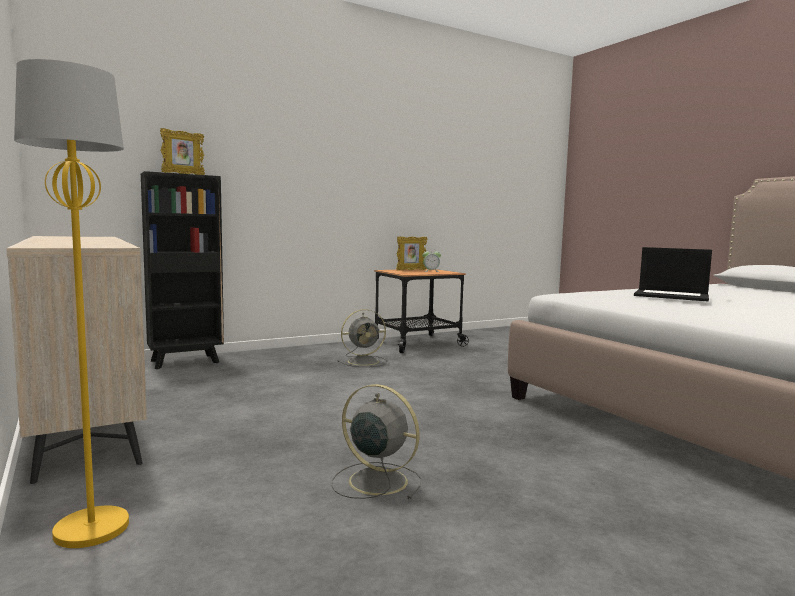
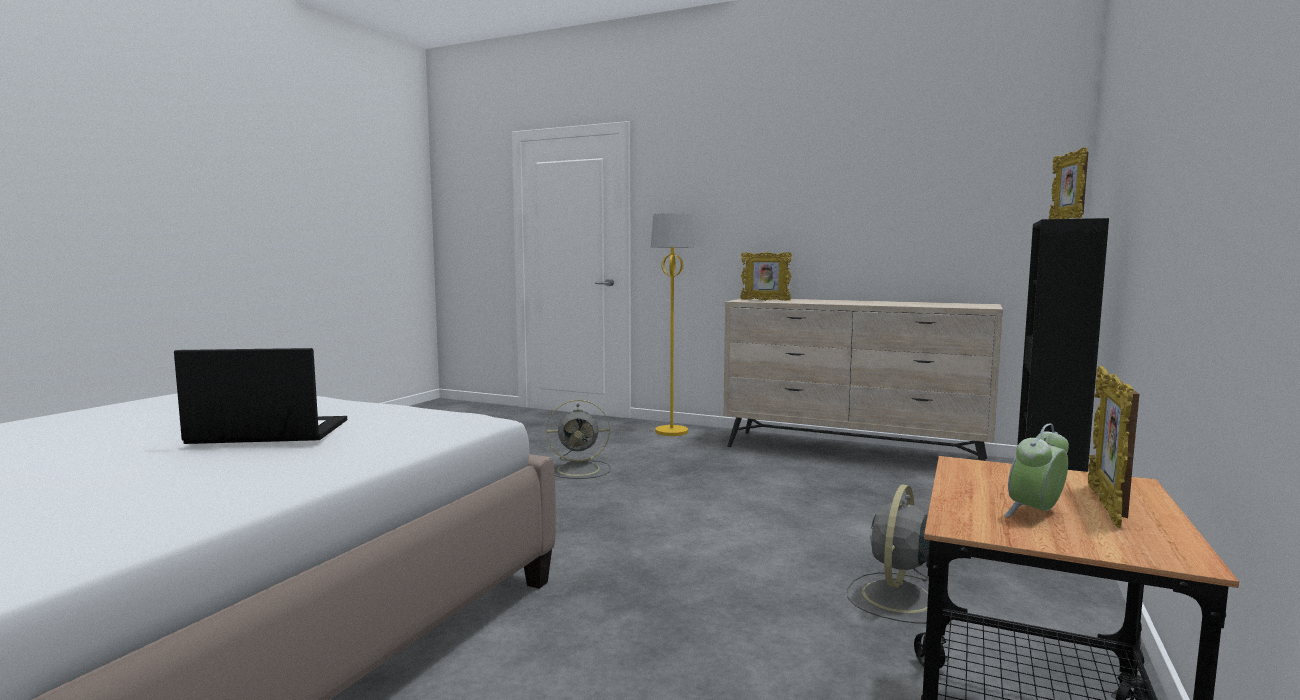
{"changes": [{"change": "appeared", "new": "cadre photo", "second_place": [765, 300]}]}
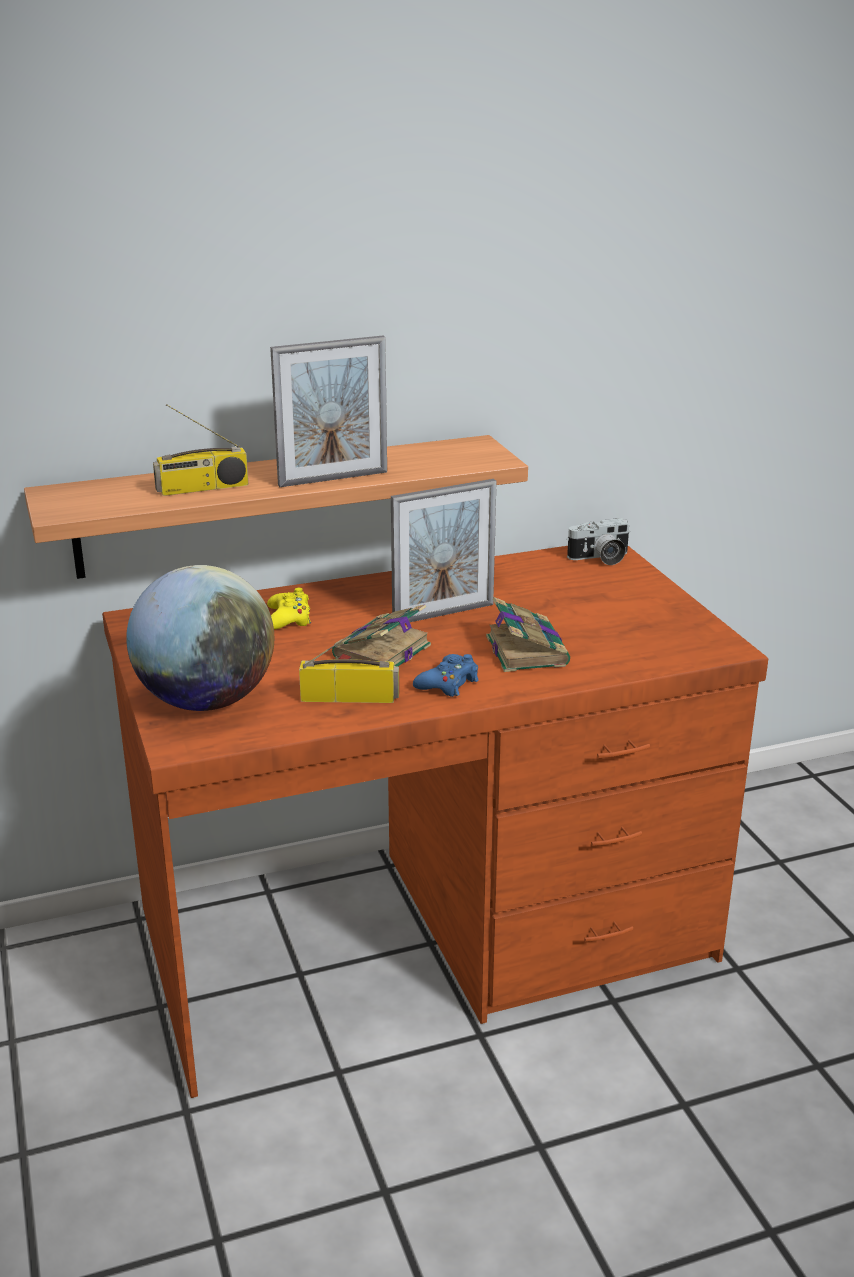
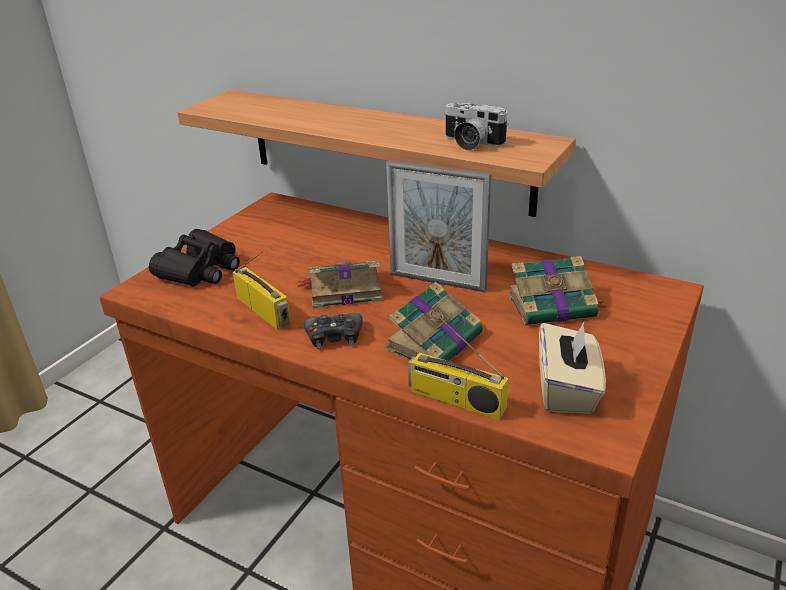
{"changes": [{"change": "missing", "old": "manette [jaune]", "first_place": [289, 618]}, {"change": "missing", "old": "cadre photo", "first_place": [333, 478]}, {"change": "appeared", "new": "livre", "second_place": [553, 306]}, {"change": "appeared", "new": "boîte à mouchoirs [beige]", "second_place": [567, 390]}, {"change": "relocated", "old": "radio", "first_place": [202, 488], "second_place": [455, 400]}, {"change": "relocated", "old": "appareil photo", "first_place": [600, 558], "second_place": [471, 143]}, {"change": "exchanged", "old": "globe", "new": "jumelles [noir]", "first_place": [206, 701], "second_place": [200, 270]}, {"change": "colour", "old": "manette [bleu]", "new": "manette [noir]", "first_place": [448, 683], "second_place": [334, 336]}]}
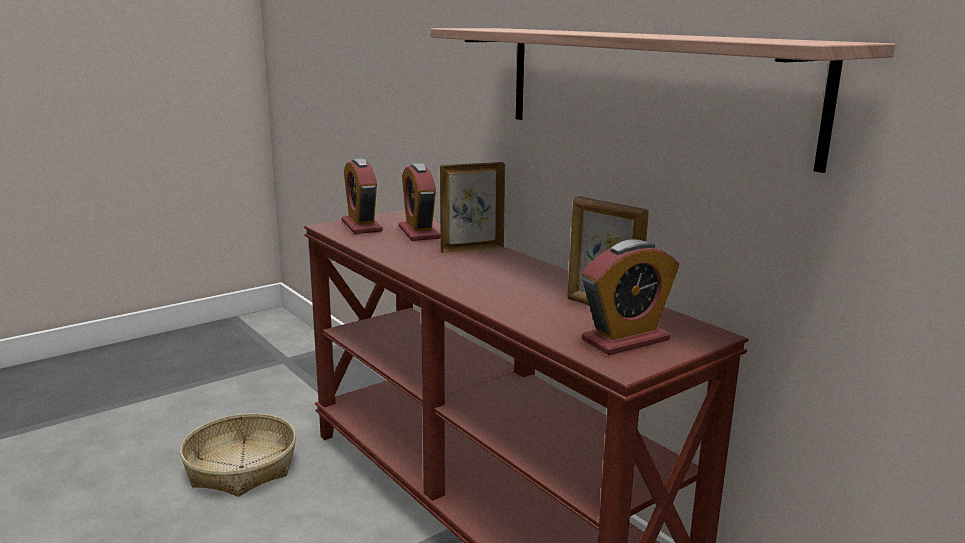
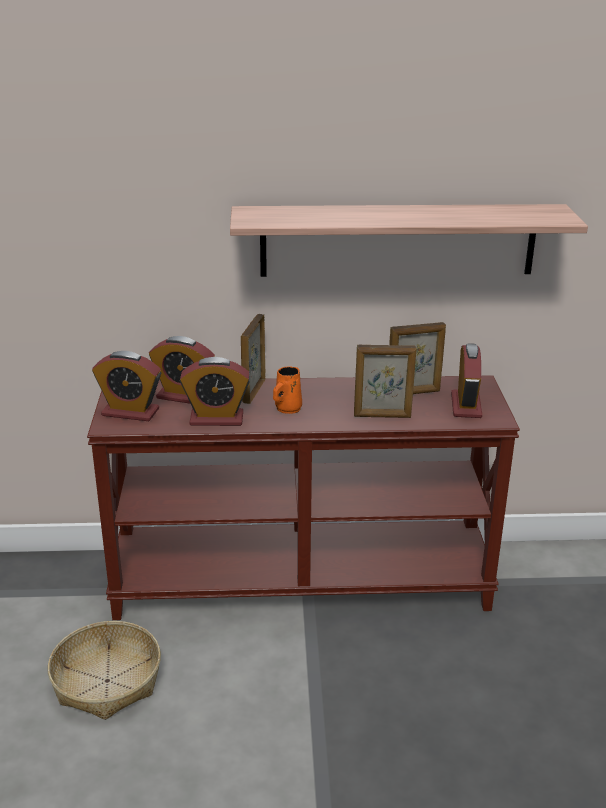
{"changes": [{"change": "appeared", "new": "réveil", "second_place": [216, 419]}, {"change": "appeared", "new": "mug [orange]", "second_place": [287, 409]}, {"change": "appeared", "new": "cadre photo", "second_place": [382, 416]}]}
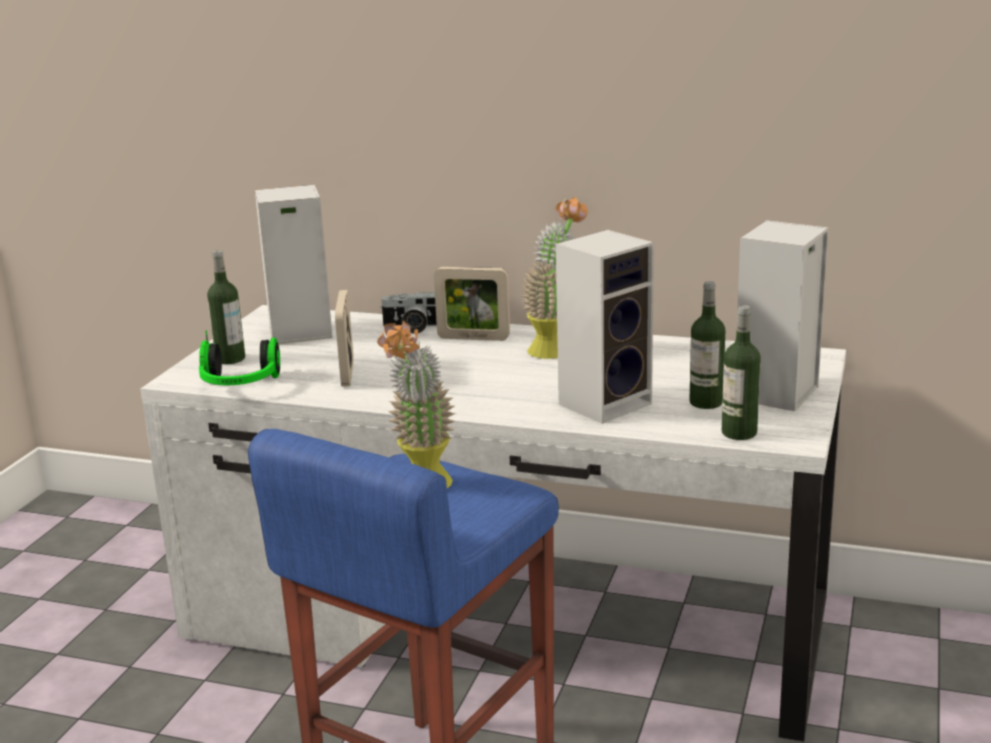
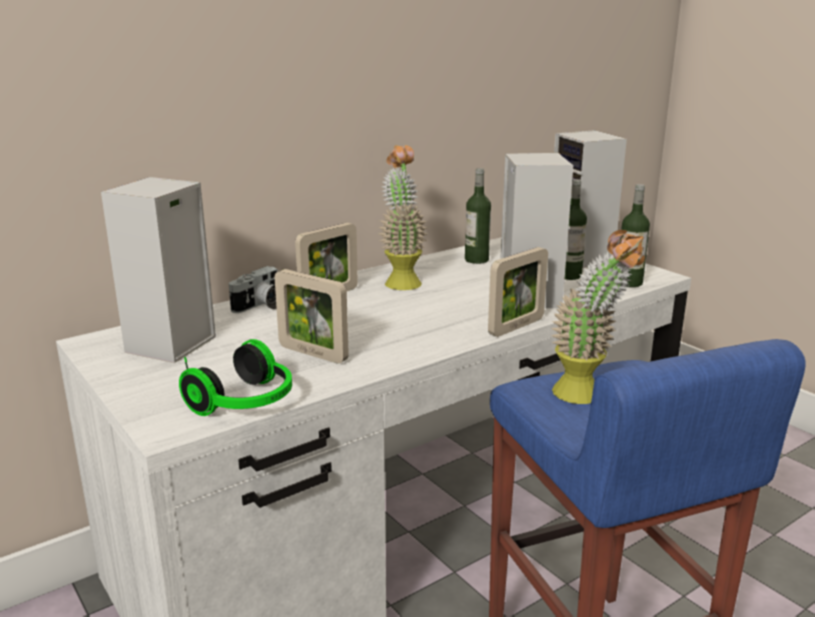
{"changes": [{"change": "appeared", "new": "cadre photo", "second_place": [516, 327]}, {"change": "relocated", "old": "bouteille", "first_place": [230, 359], "second_place": [476, 260]}]}
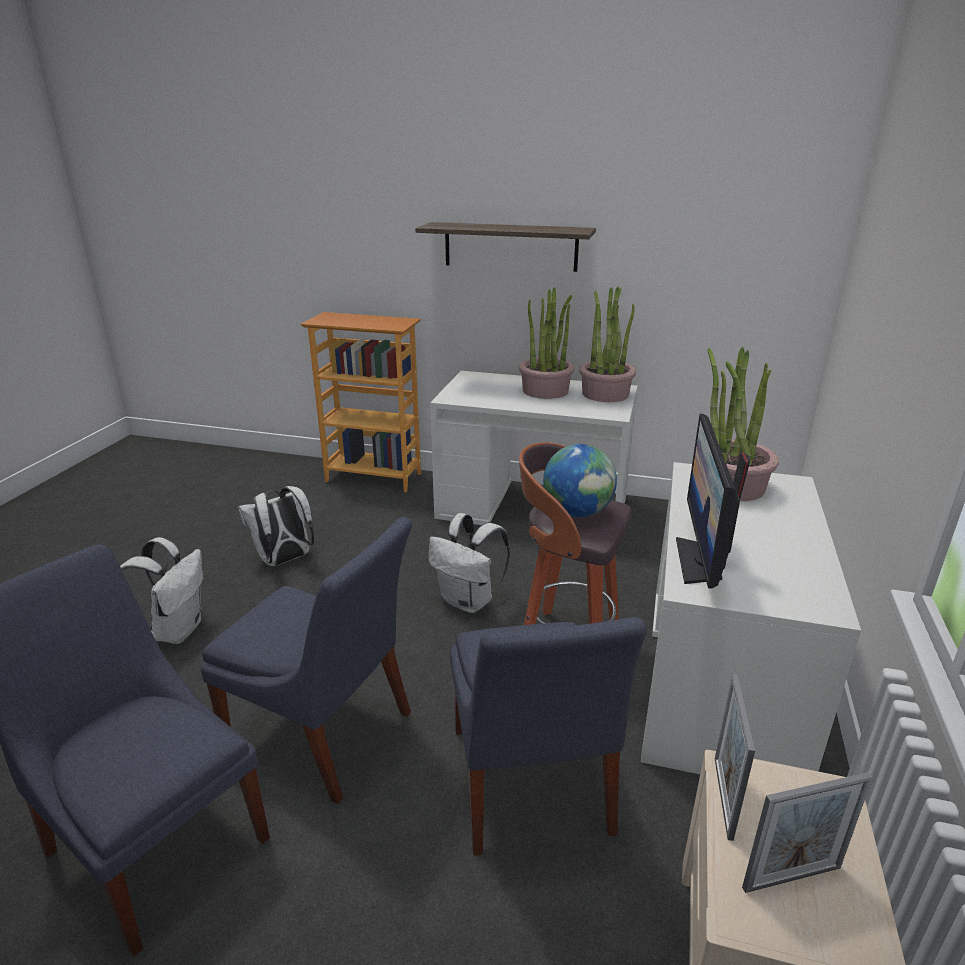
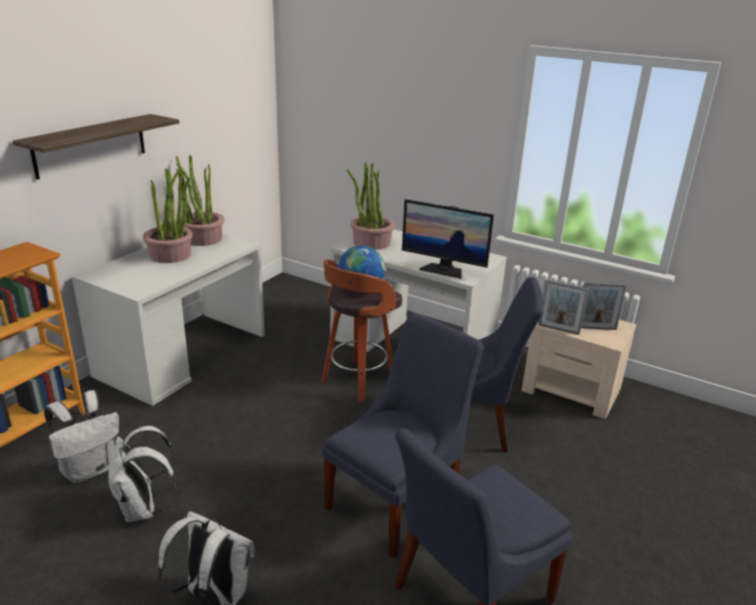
{"changes": [{"change": "relocated", "old": "sac à dos [blanc]", "first_place": [469, 601], "second_place": [89, 469]}, {"change": "spun", "old": "cadre photo", "first_place": [792, 878], "second_place": [595, 328], "degrees": 90}]}
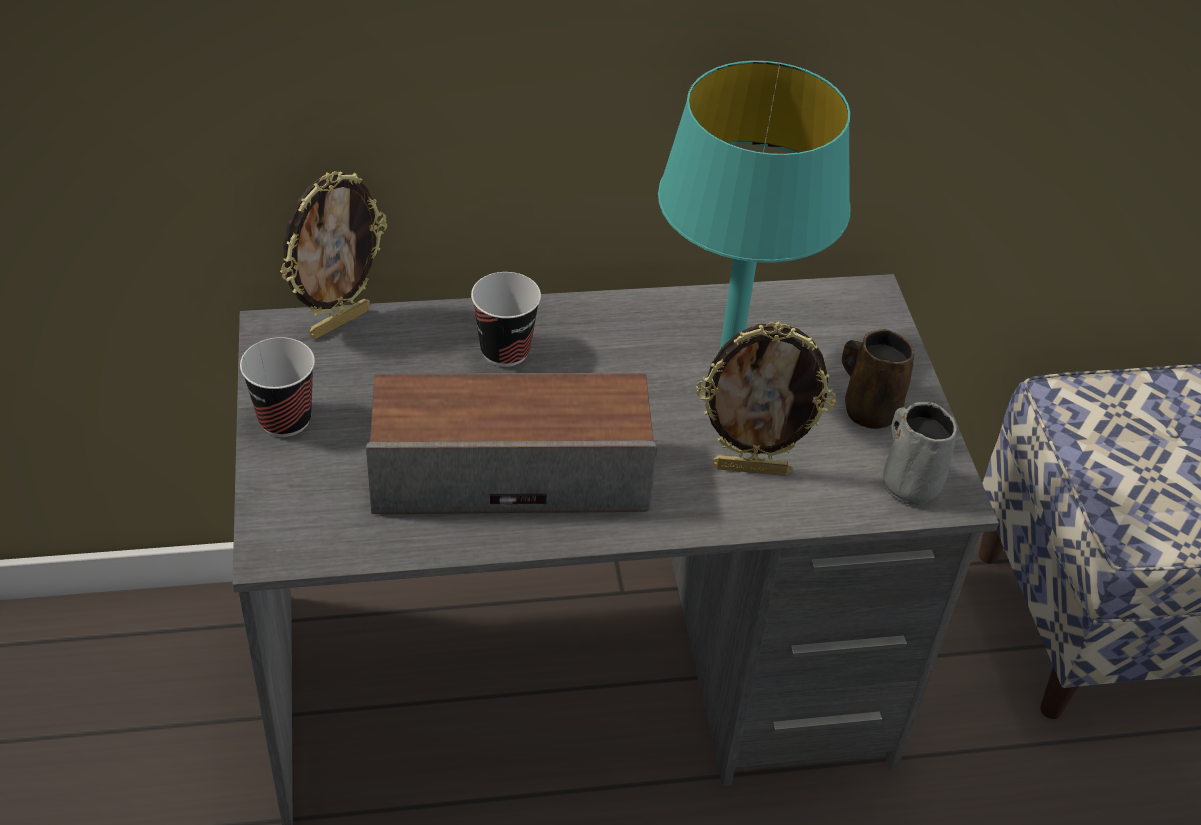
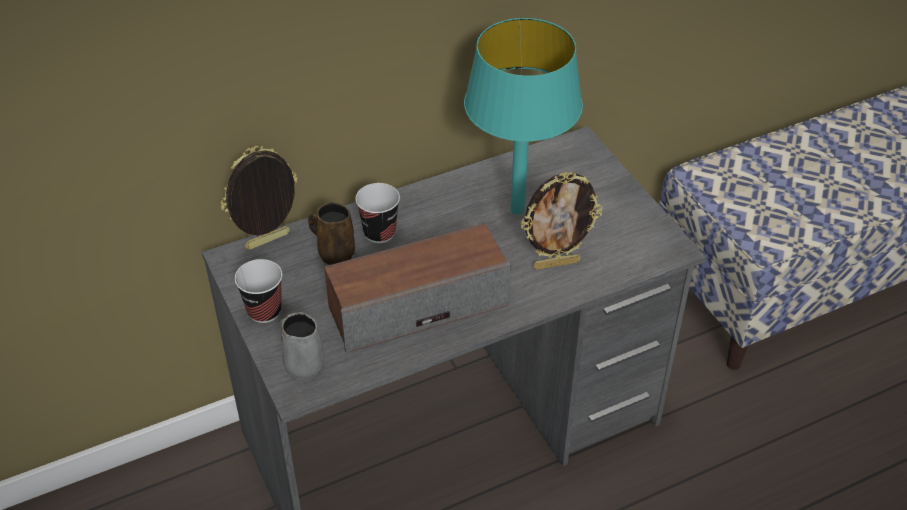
{"changes": [{"change": "relocated", "old": "mug [marron]", "first_place": [868, 409], "second_place": [334, 253]}, {"change": "relocated", "old": "mug [gris]", "first_place": [908, 482], "second_place": [303, 364]}, {"change": "spun", "old": "cadre photo", "first_place": [339, 322], "second_place": [268, 242], "degrees": -150}]}
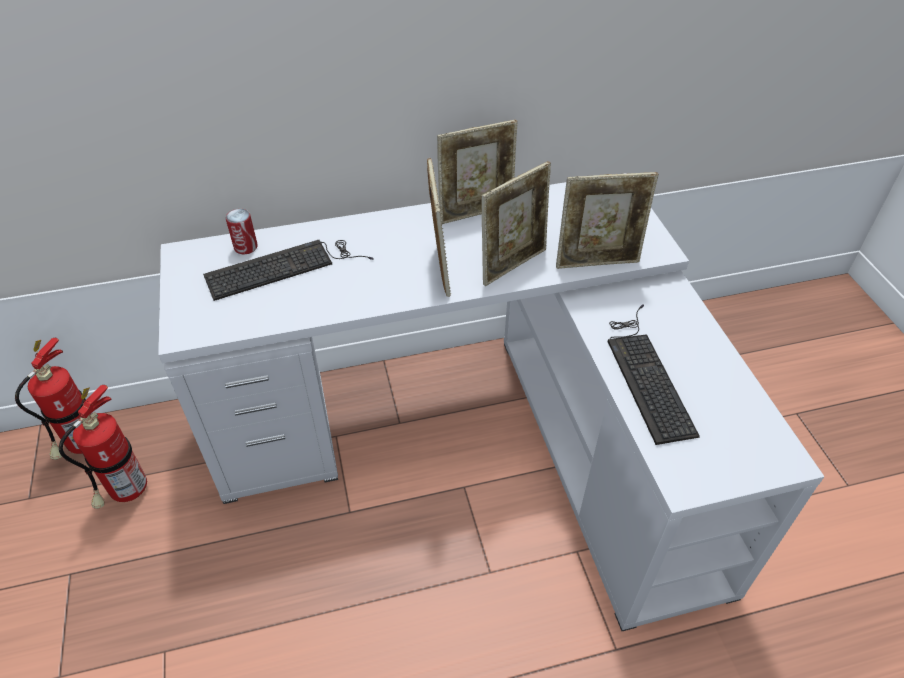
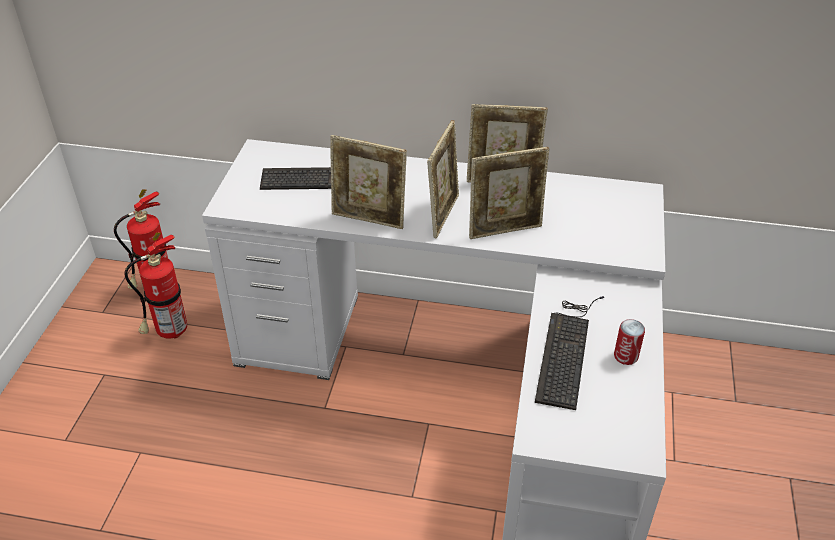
{"changes": [{"change": "relocated", "old": "boîte métallique", "first_place": [246, 247], "second_place": [626, 356]}, {"change": "relocated", "old": "cadre photo", "first_place": [597, 262], "second_place": [369, 219]}]}
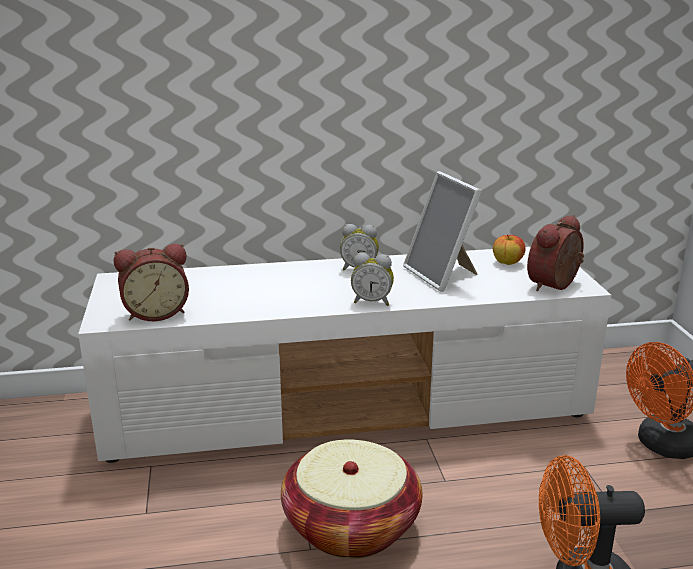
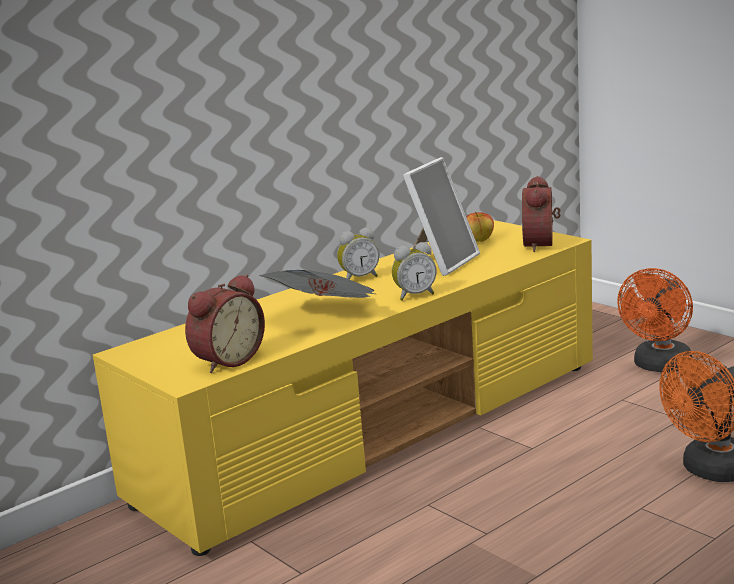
{"changes": [{"change": "missing", "old": "panier", "first_place": [351, 526]}, {"change": "appeared", "new": "journal", "second_place": [326, 315]}, {"change": "colour", "old": "meuble télé [blanc]", "new": "meuble télé [jaune]", "first_place": [349, 407], "second_place": [379, 429]}, {"change": "spun", "old": "cadre photo", "first_place": [443, 275], "second_place": [441, 263], "degrees": -90}]}
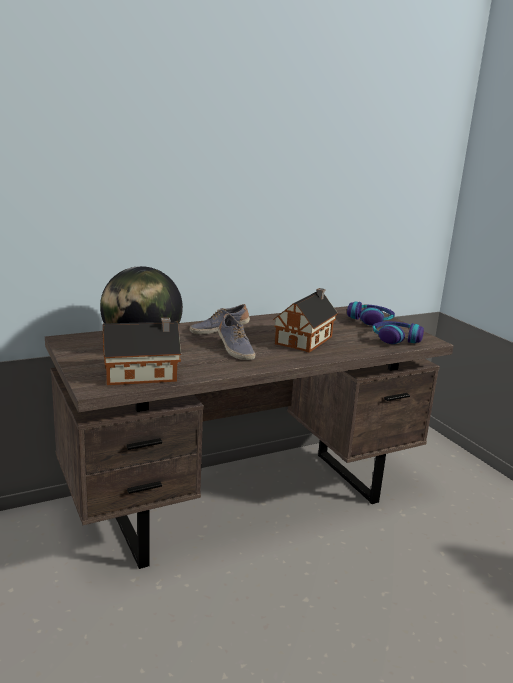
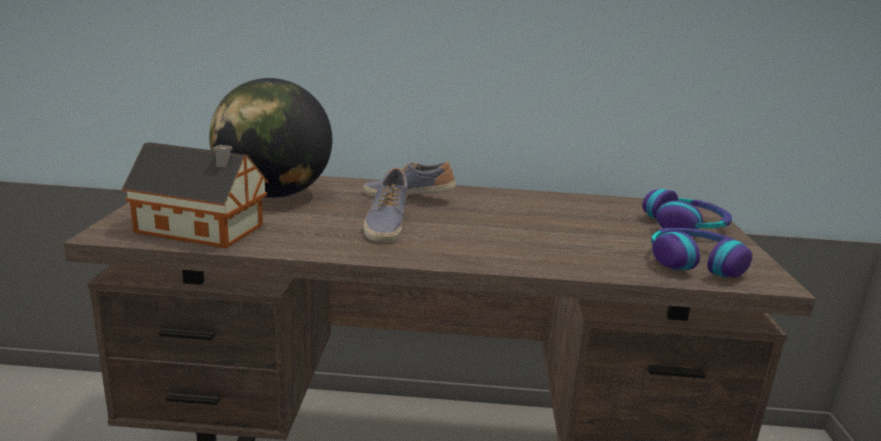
{"changes": [{"change": "missing", "old": "maison miniature", "first_place": [305, 339]}]}
